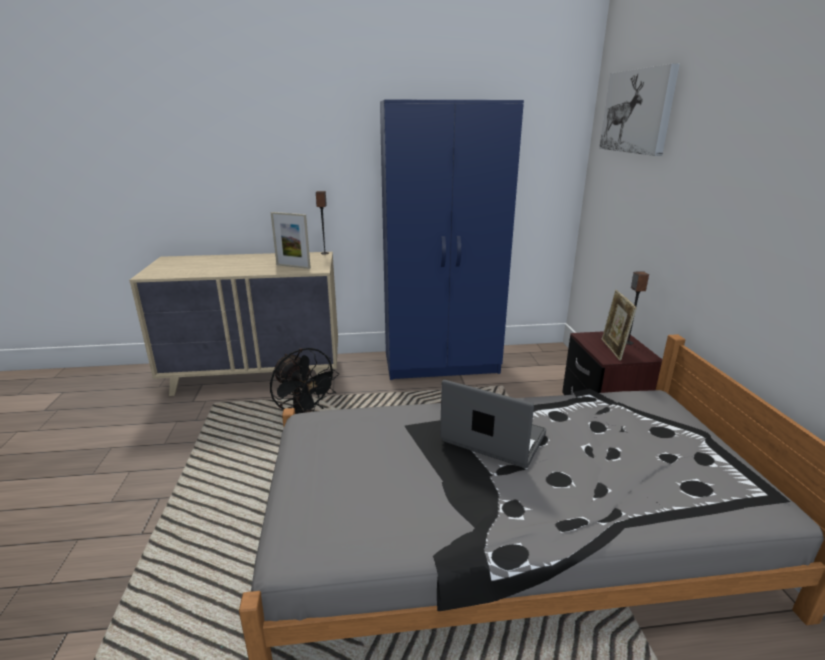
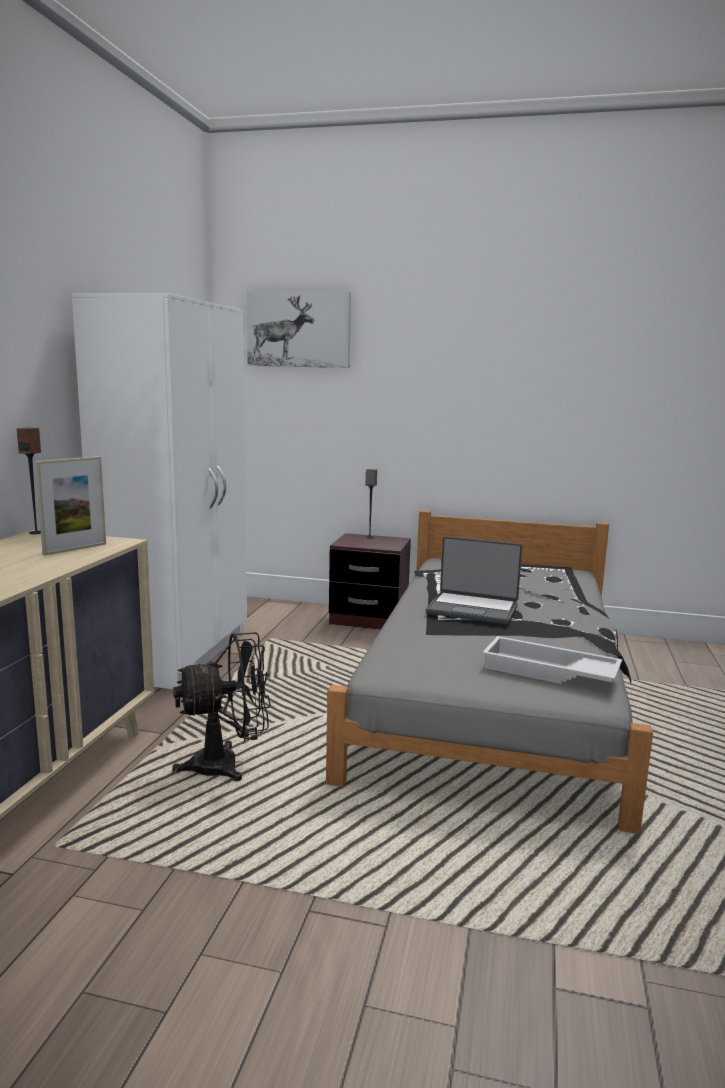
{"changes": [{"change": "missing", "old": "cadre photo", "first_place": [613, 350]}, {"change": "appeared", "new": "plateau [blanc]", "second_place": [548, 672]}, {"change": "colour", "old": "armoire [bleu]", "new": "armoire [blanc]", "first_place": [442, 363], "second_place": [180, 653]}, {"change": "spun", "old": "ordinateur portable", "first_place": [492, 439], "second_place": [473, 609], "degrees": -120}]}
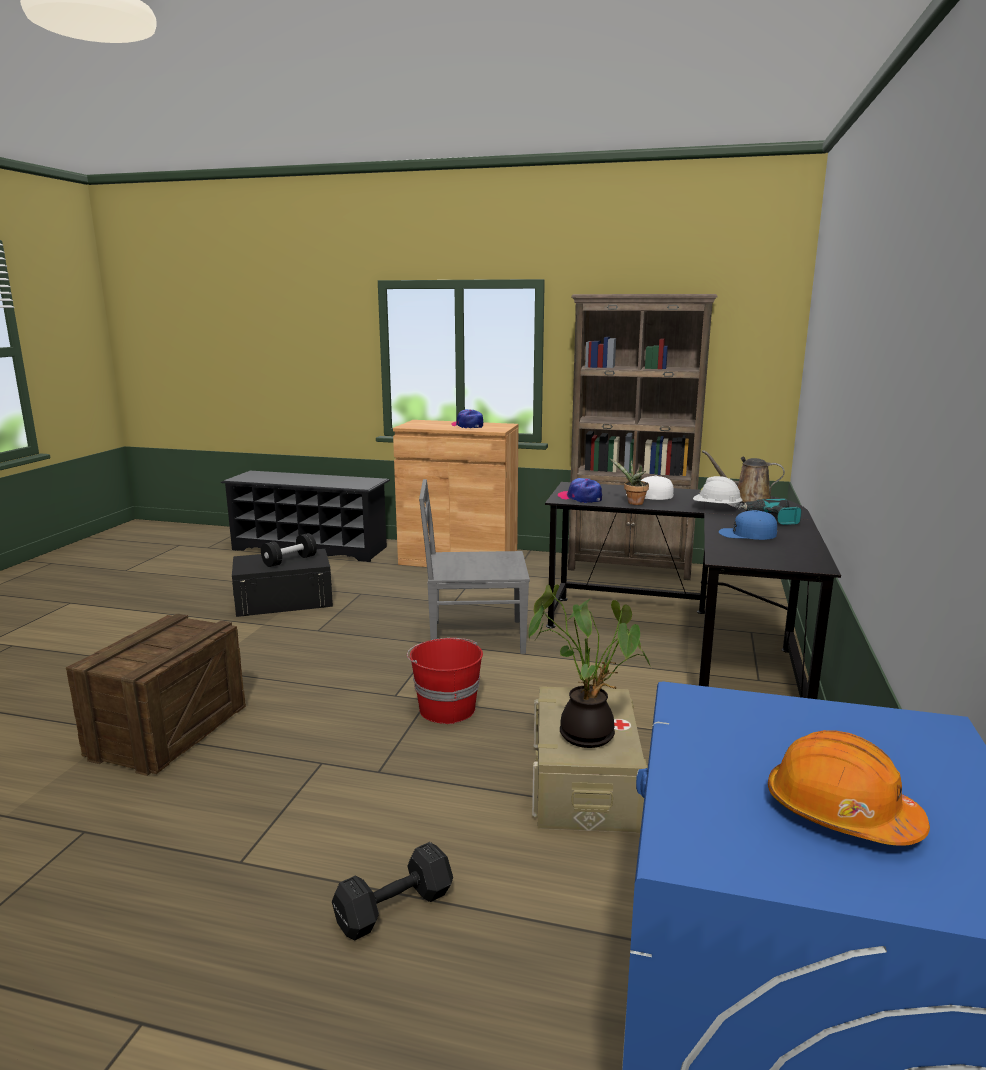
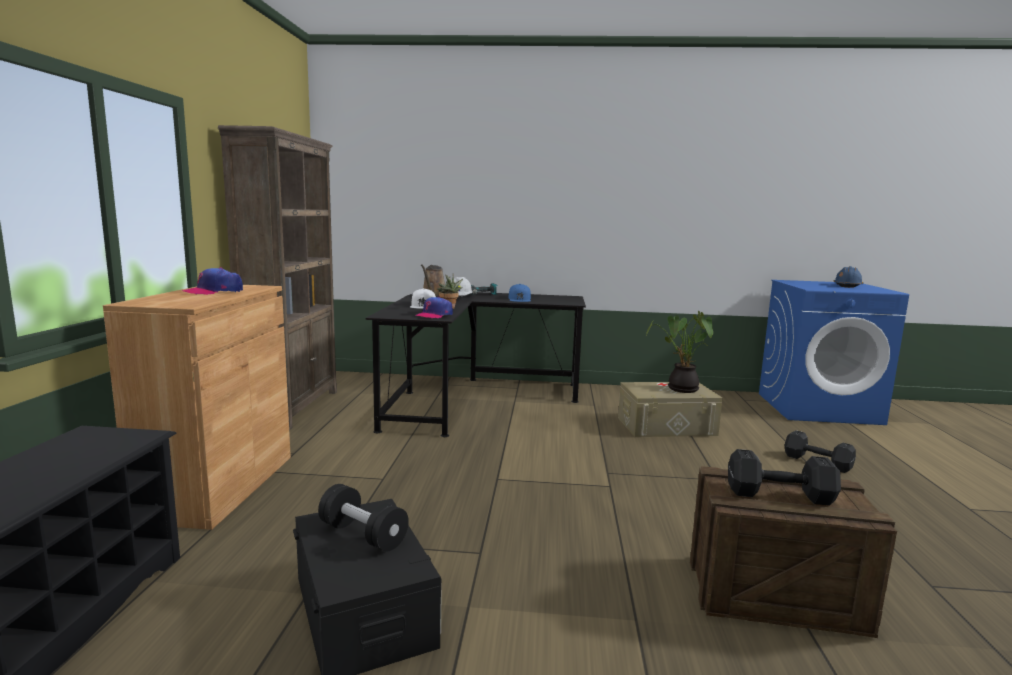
{"changes": [{"change": "missing", "old": "seau [rouge]", "first_place": [446, 708]}, {"change": "missing", "old": "chaise [gris]", "first_place": [474, 637]}, {"change": "appeared", "new": "haltère [noir]", "second_place": [777, 494]}, {"change": "colour", "old": "casque de chantier [orange]", "new": "casque de chantier [bleu]", "first_place": [840, 813], "second_place": [847, 286]}]}
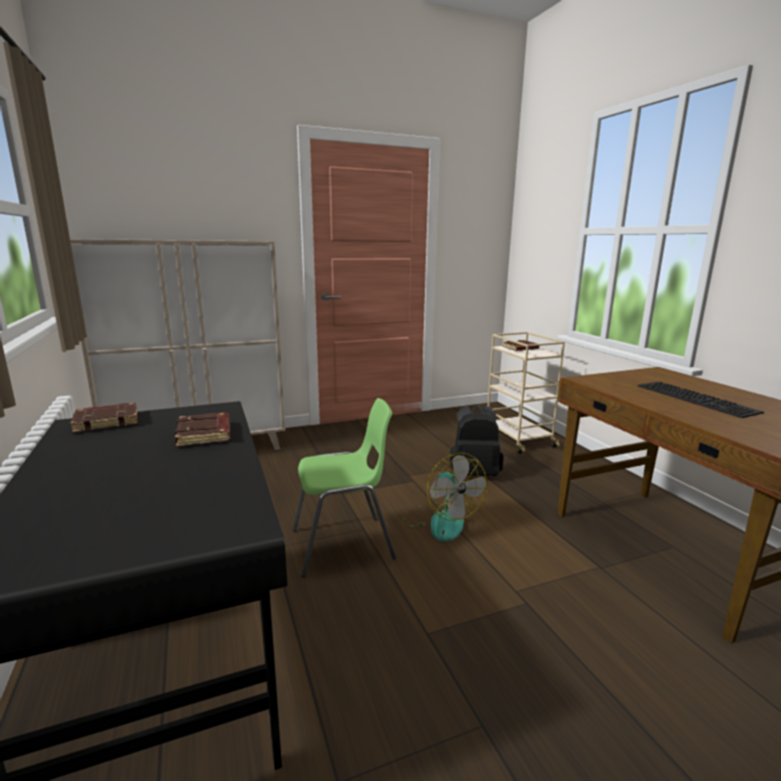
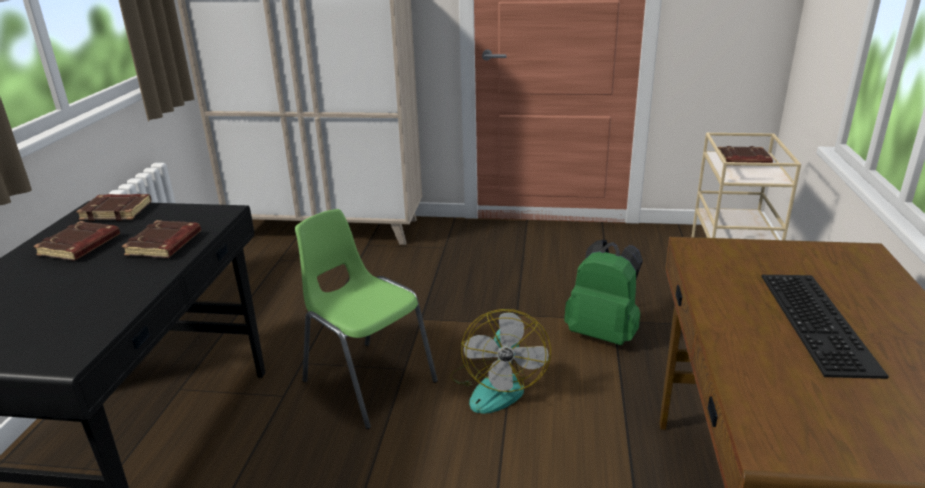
{"changes": [{"change": "appeared", "new": "livre [marron]", "second_place": [80, 246]}, {"change": "colour", "old": "sac à dos [noir]", "new": "sac à dos [vert]", "first_place": [474, 473], "second_place": [603, 333]}, {"change": "spun", "old": "chaise [vert]", "first_place": [344, 545], "second_place": [368, 381], "degrees": -150}]}
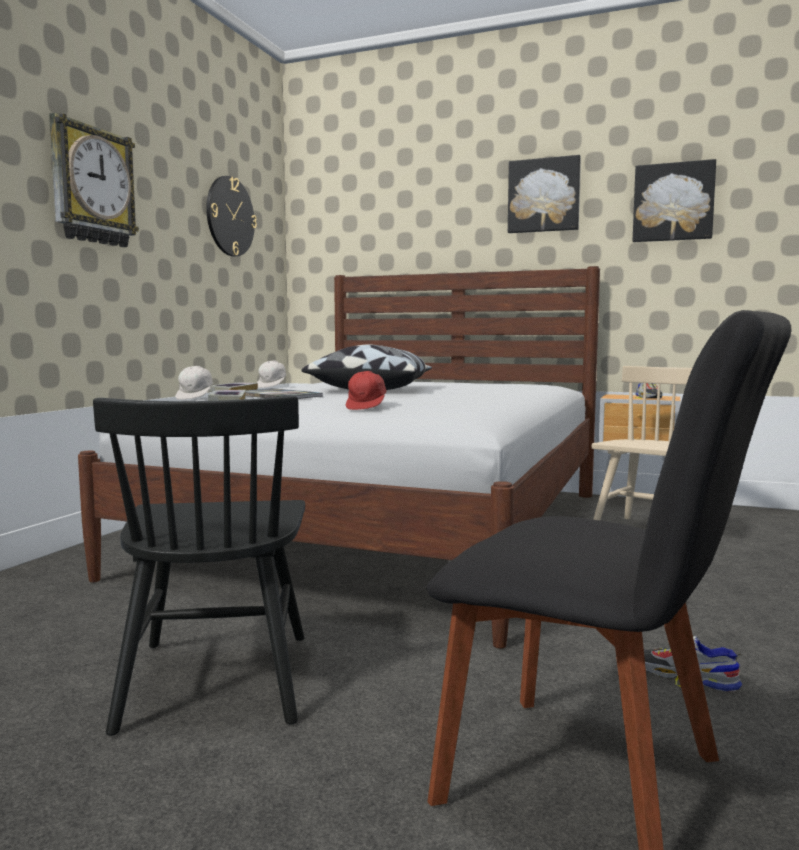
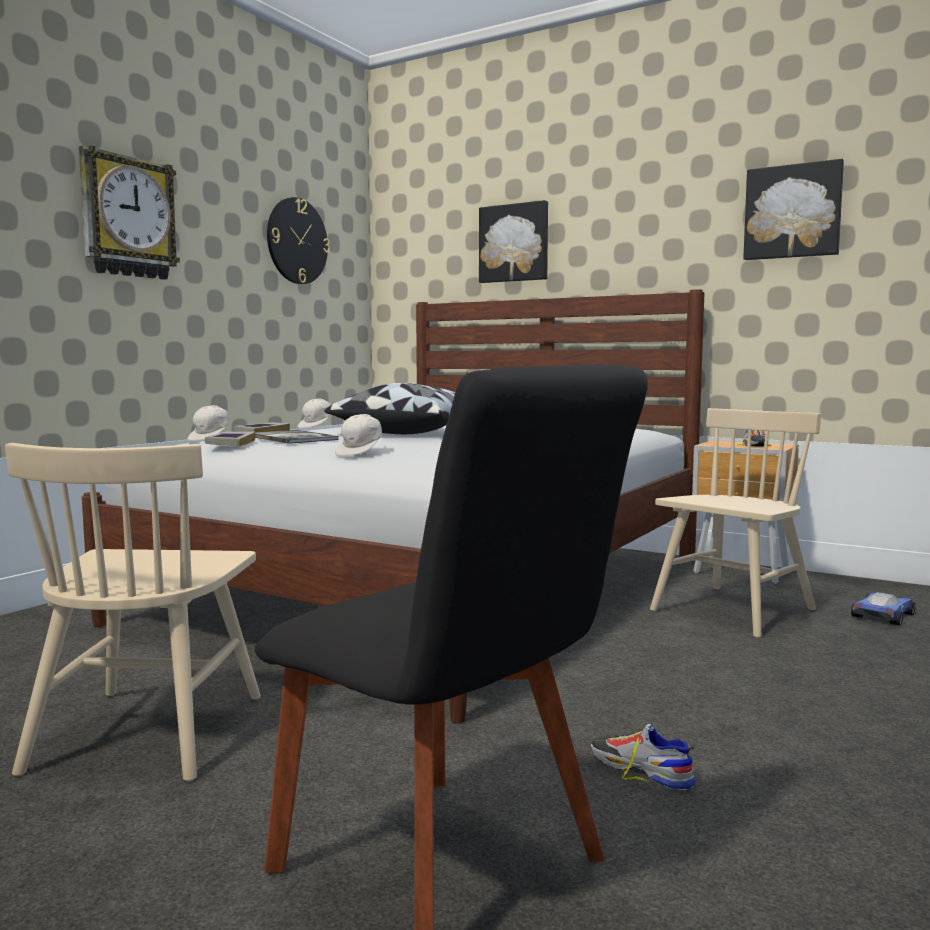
{"changes": [{"change": "appeared", "new": "petite voiture", "second_place": [883, 615]}, {"change": "relocated", "old": "tableau", "first_place": [544, 195], "second_place": [514, 243]}, {"change": "colour", "old": "chaise [noir]", "new": "chaise [beige]", "first_place": [216, 680], "second_place": [148, 731]}, {"change": "colour", "old": "casquette [rouge]", "new": "casquette [blanc]", "first_place": [366, 407], "second_place": [361, 453]}]}
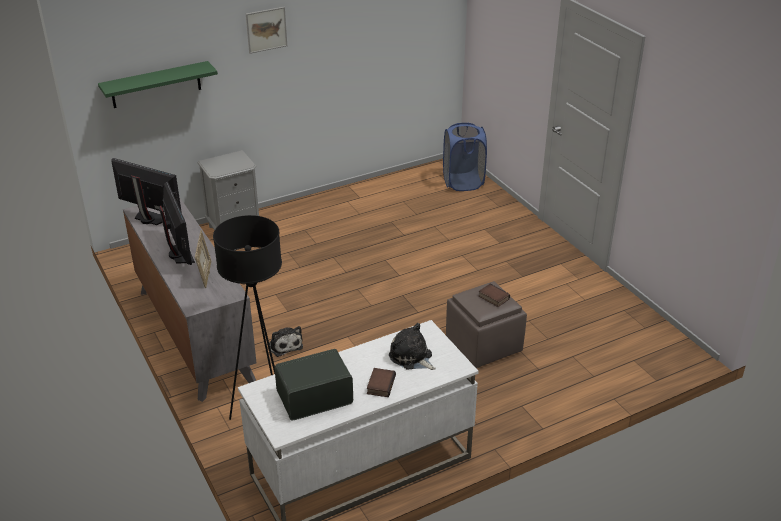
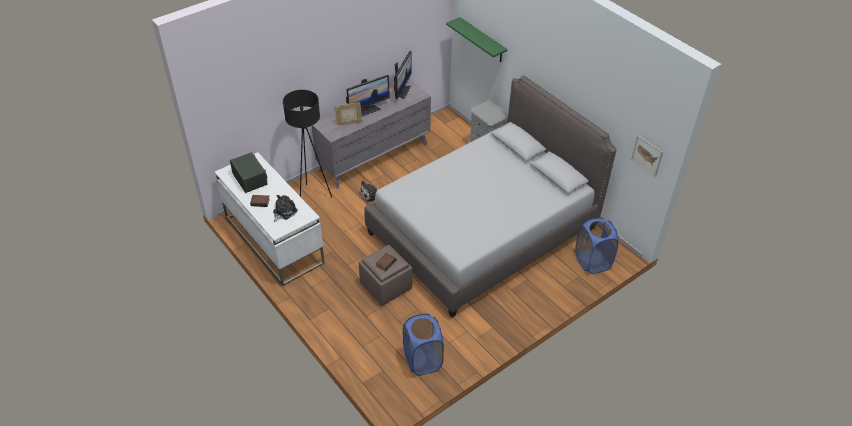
{"changes": [{"change": "appeared", "new": "lit [gris]", "second_place": [483, 230]}, {"change": "appeared", "new": "panier à linge [bleu]", "second_place": [422, 360]}, {"change": "relocated", "old": "tableau", "first_place": [266, 29], "second_place": [647, 155]}]}
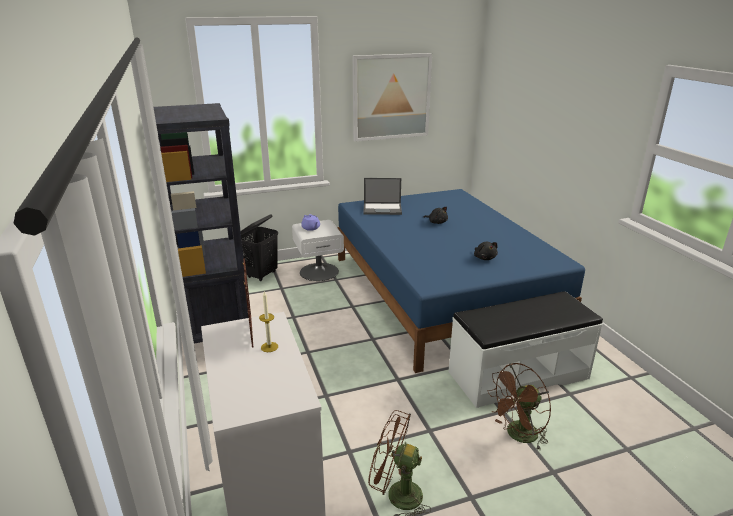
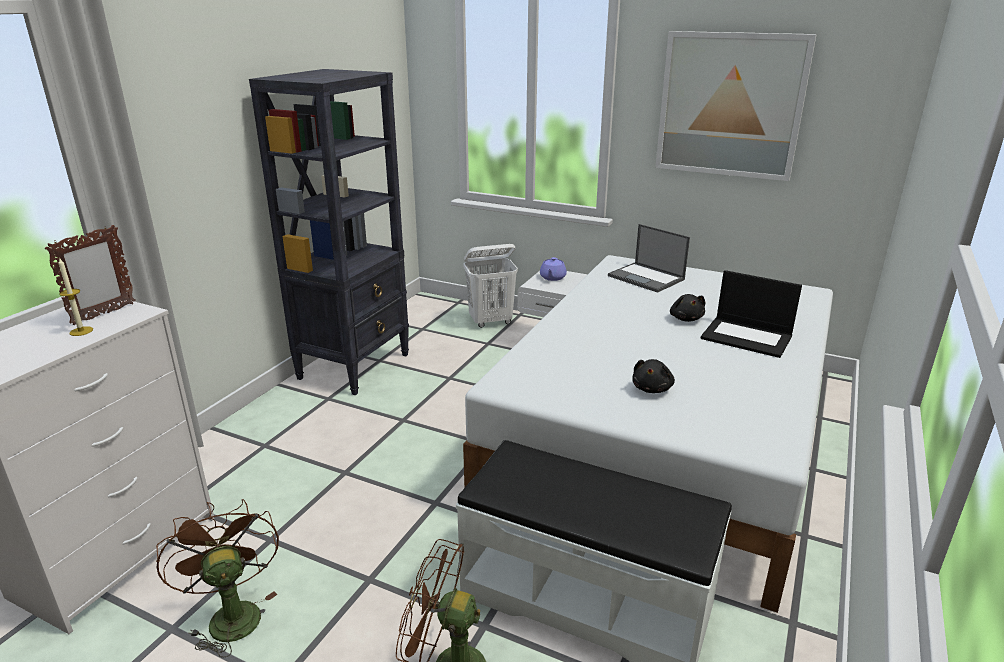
{"changes": [{"change": "appeared", "new": "ordinateur portable", "second_place": [747, 337]}, {"change": "colour", "old": "panier à linge [noir]", "new": "panier à linge [blanc]", "first_place": [261, 275], "second_place": [491, 322]}, {"change": "colour", "old": "lit [bleu]", "new": "lit [blanc]", "first_place": [441, 293], "second_place": [665, 437]}]}
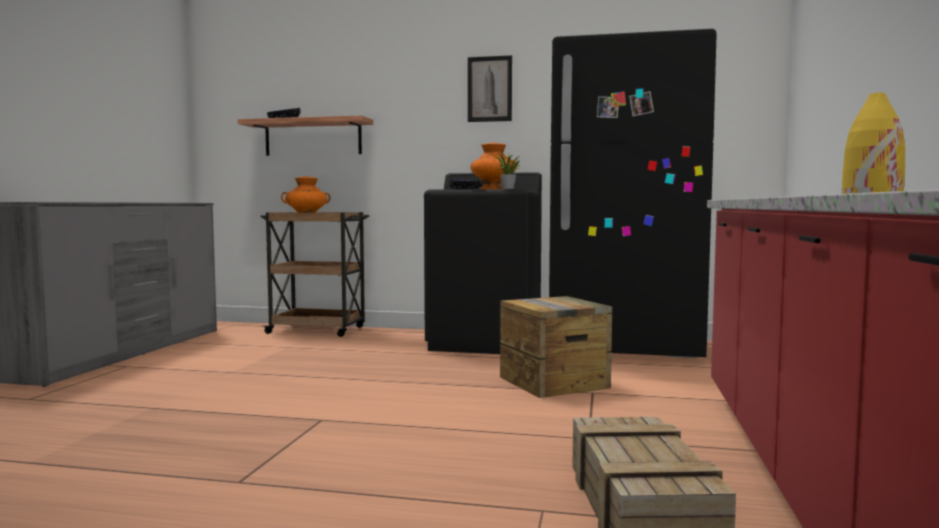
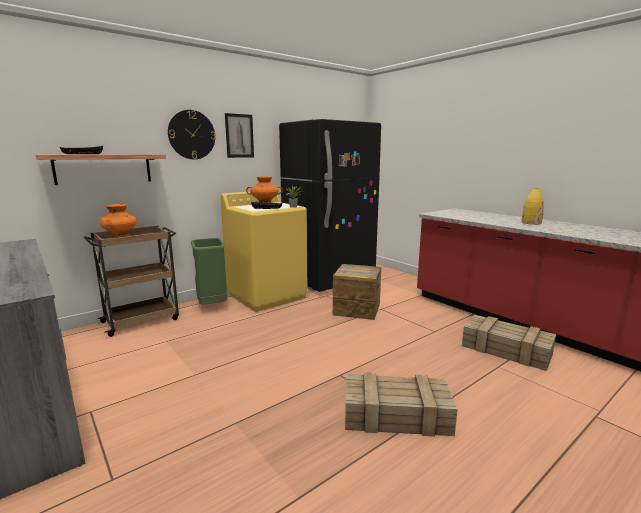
{"changes": [{"change": "appeared", "new": "horloge murale", "second_place": [191, 135]}, {"change": "appeared", "new": "poubelle [vert]", "second_place": [212, 306]}, {"change": "appeared", "new": "caisse", "second_place": [394, 416]}, {"change": "colour", "old": "lave-linge [noir]", "new": "lave-linge [jaune]", "first_place": [486, 342], "second_place": [267, 295]}]}
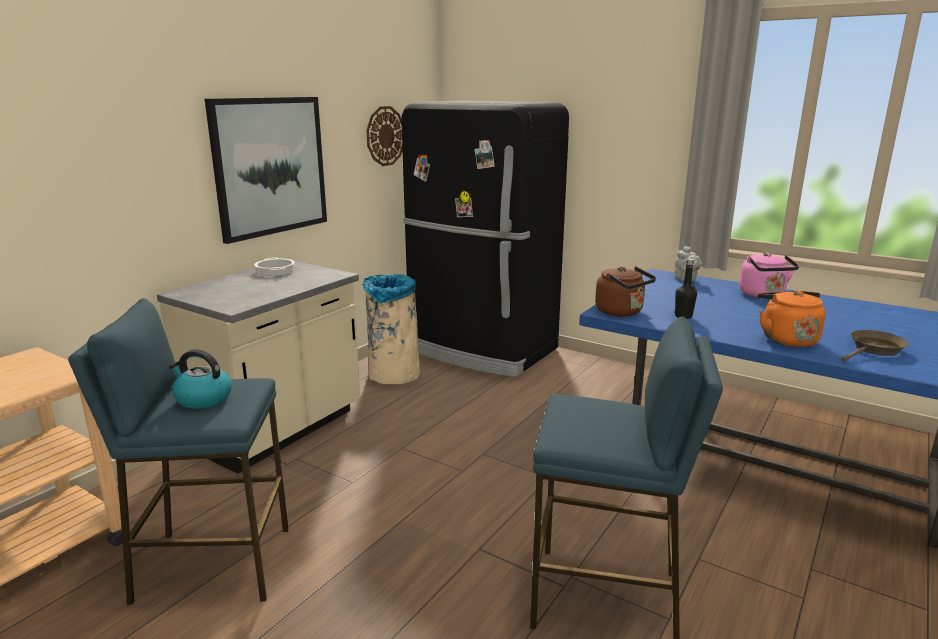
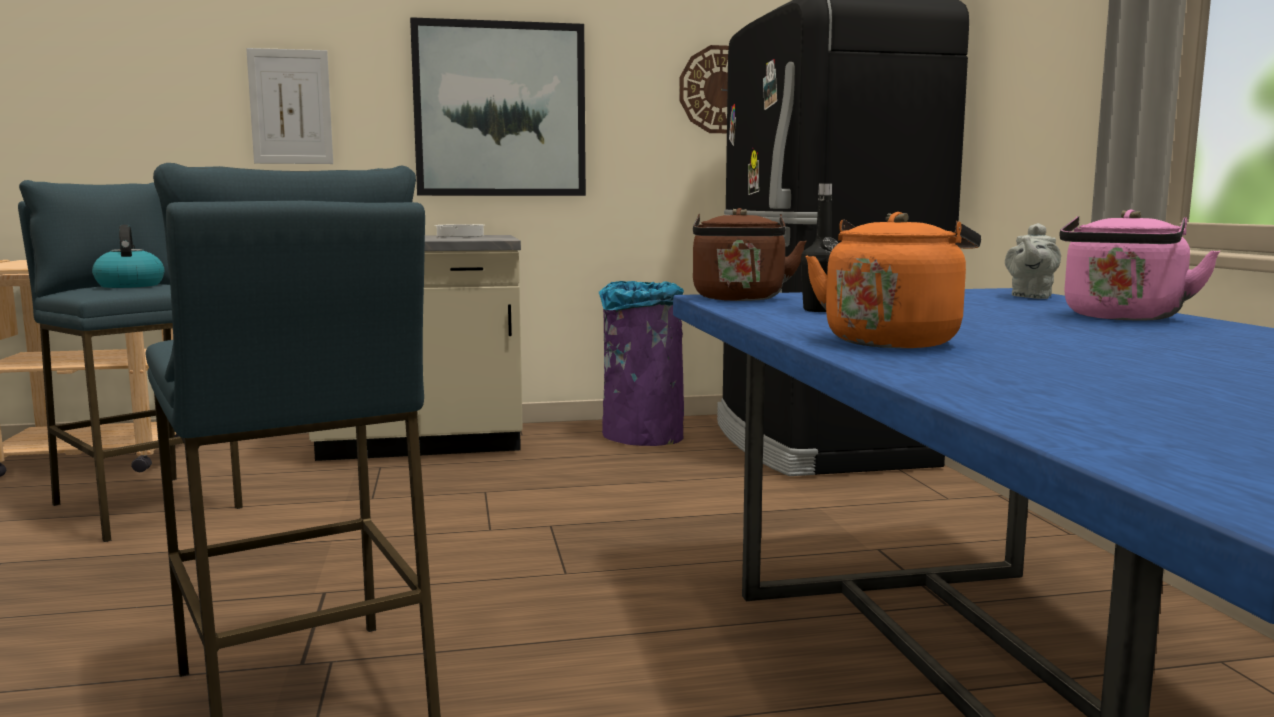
{"changes": [{"change": "missing", "old": "poêle [marron]", "first_place": [874, 350]}, {"change": "appeared", "new": "tableau", "second_place": [290, 107]}, {"change": "colour", "old": "poubelle [beige]", "new": "poubelle [violet]", "first_place": [393, 375], "second_place": [642, 437]}]}
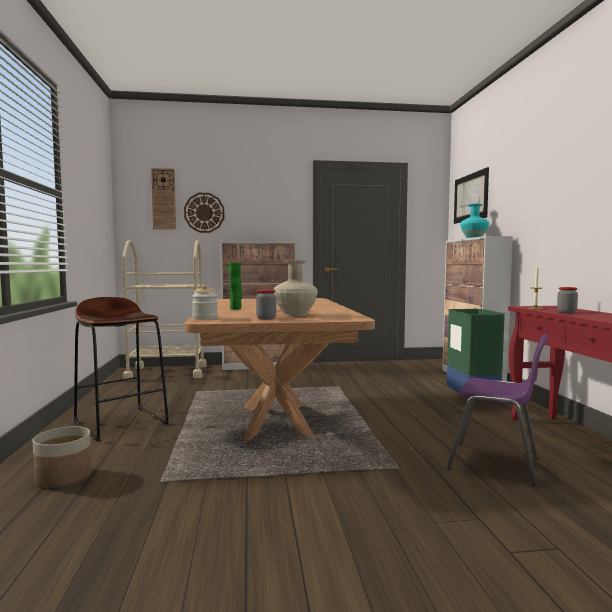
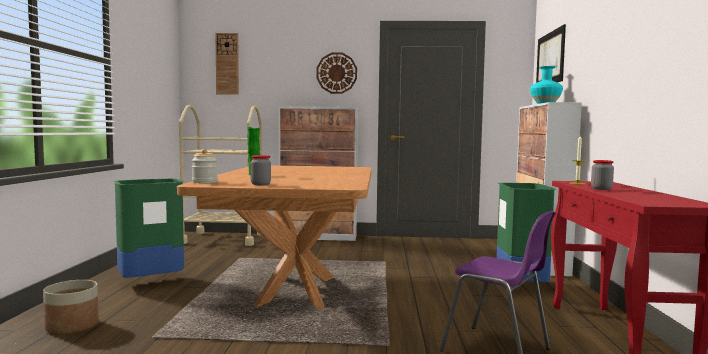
{"changes": [{"change": "missing", "old": "vase [beige]", "first_place": [295, 315]}, {"change": "relocated", "old": "horloge murale", "first_place": [204, 212], "second_place": [336, 73]}, {"change": "exchanged", "old": "tabouret [marron]", "new": "poubelle [vert]", "first_place": [121, 423], "second_place": [151, 282]}]}
